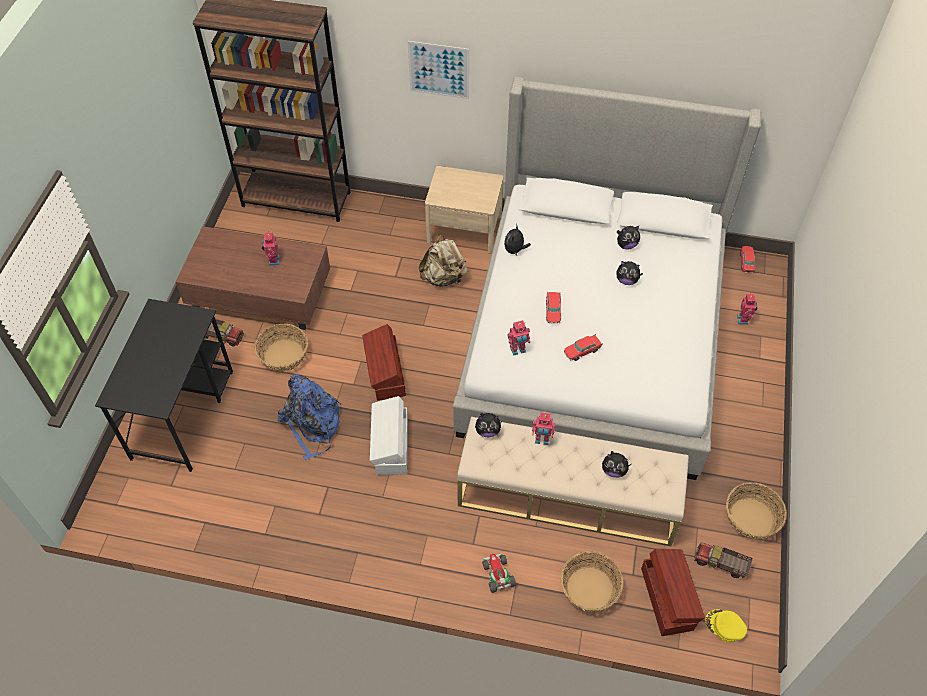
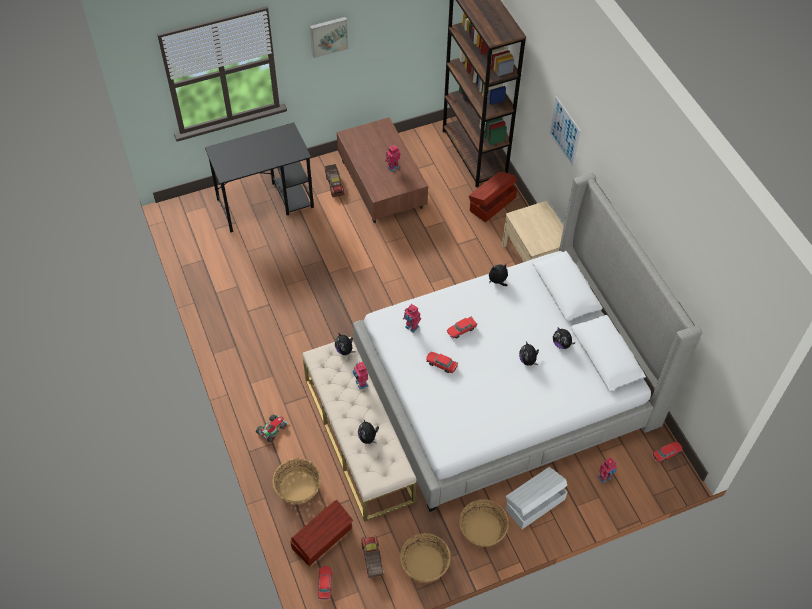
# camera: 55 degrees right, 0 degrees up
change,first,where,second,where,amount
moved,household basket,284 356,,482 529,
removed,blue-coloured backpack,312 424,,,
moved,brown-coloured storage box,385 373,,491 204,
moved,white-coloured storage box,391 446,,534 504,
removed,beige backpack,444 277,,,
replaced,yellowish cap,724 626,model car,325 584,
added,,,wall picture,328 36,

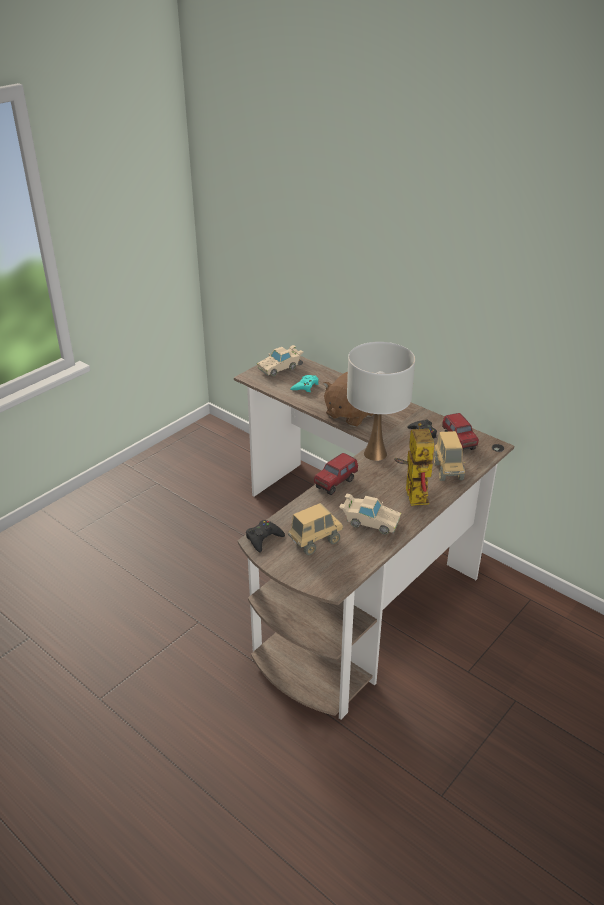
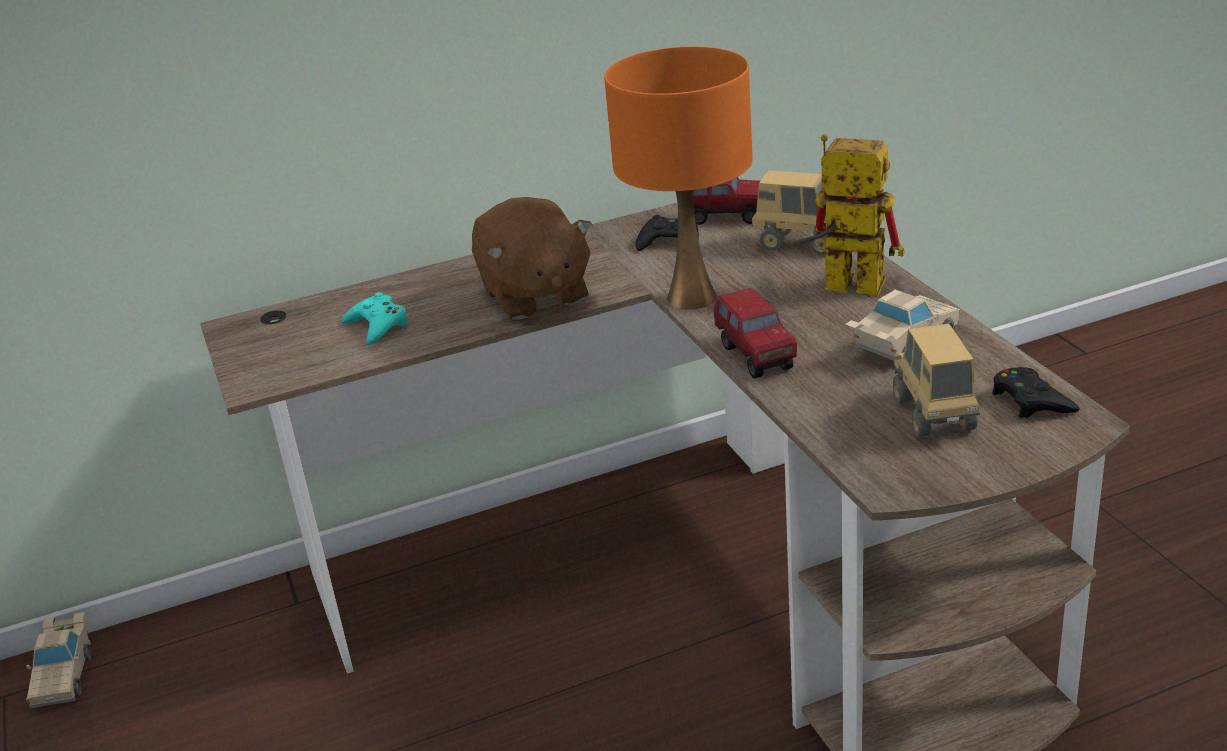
# camera: 60 degrees left, 5 degrees down
change,first,where,second,where,amount
moved,black joypad,263 538,,1031 400,
moved,beige model car,280 368,,64 674,
recoloured,white-coloured tabletop lamp,375 454,orange tabletop lamp,692 298,

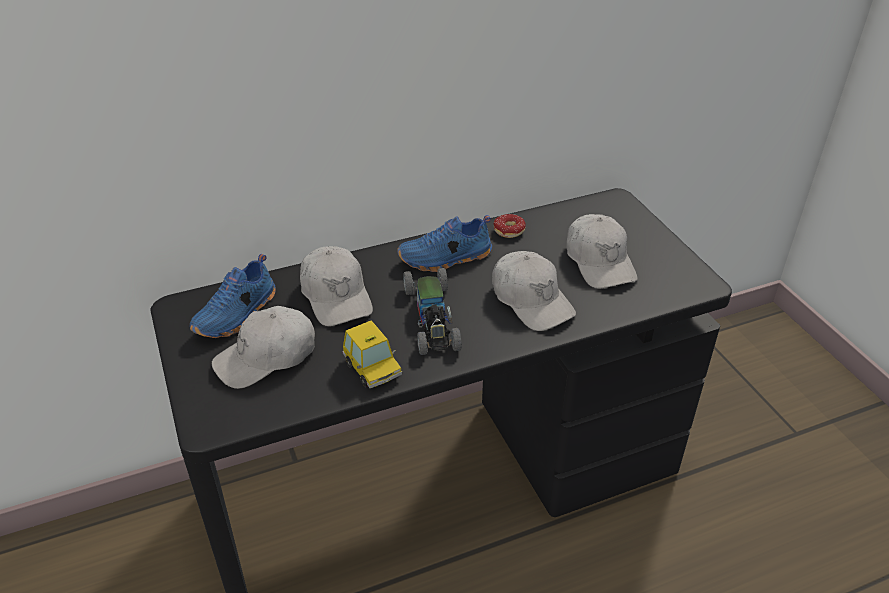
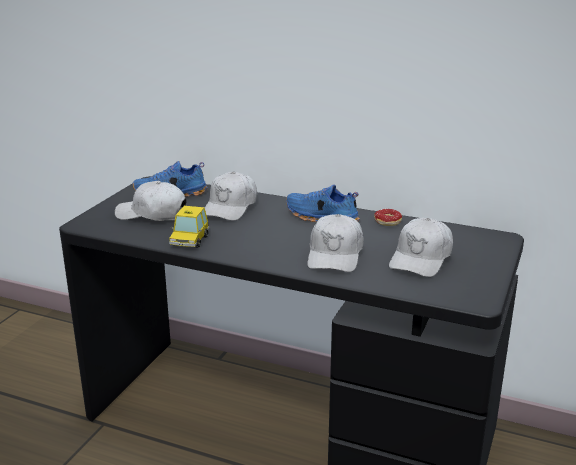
# camera: 45 degrees right, 15 degrees down
change,first,where,second,where,amount
removed,model car,432 318,,,

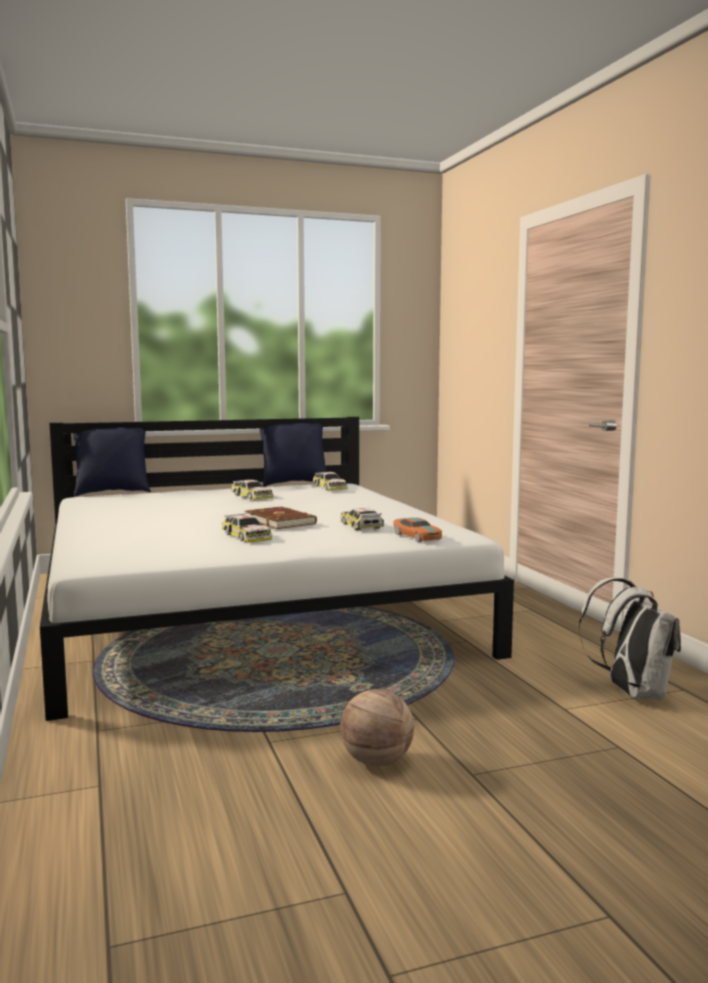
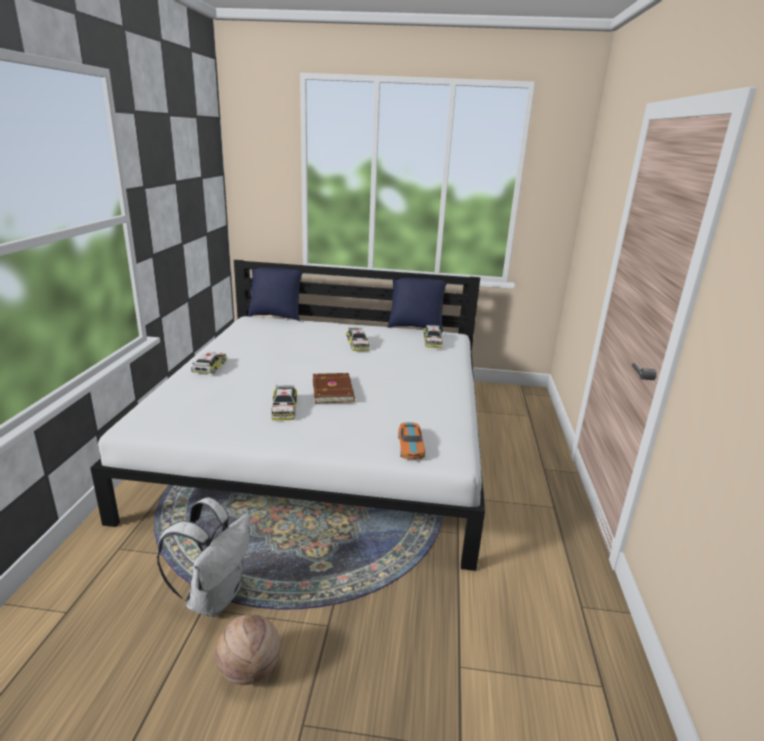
# camera: 25 degrees right, 15 degrees up
change,first,where,second,where,amount
moved,model car,360 526,,210 367,
moved,white-coloured backpack,631 692,,214 596,

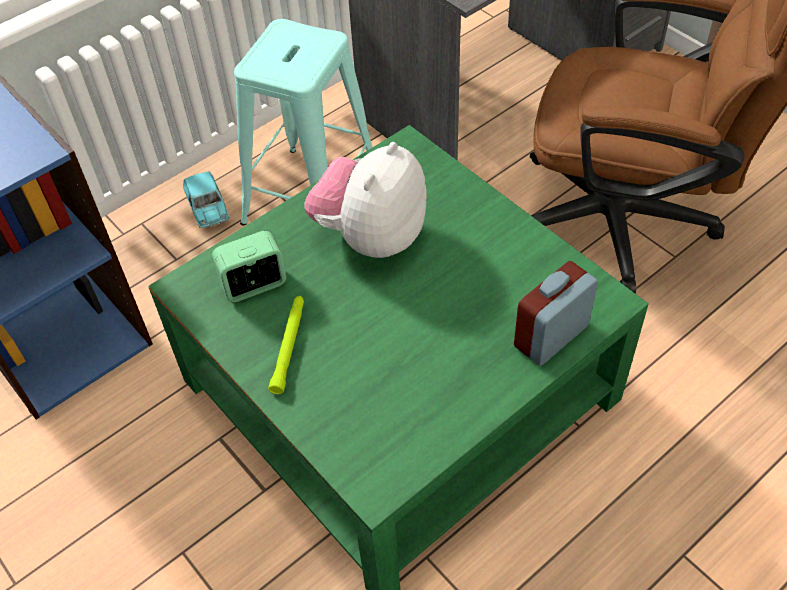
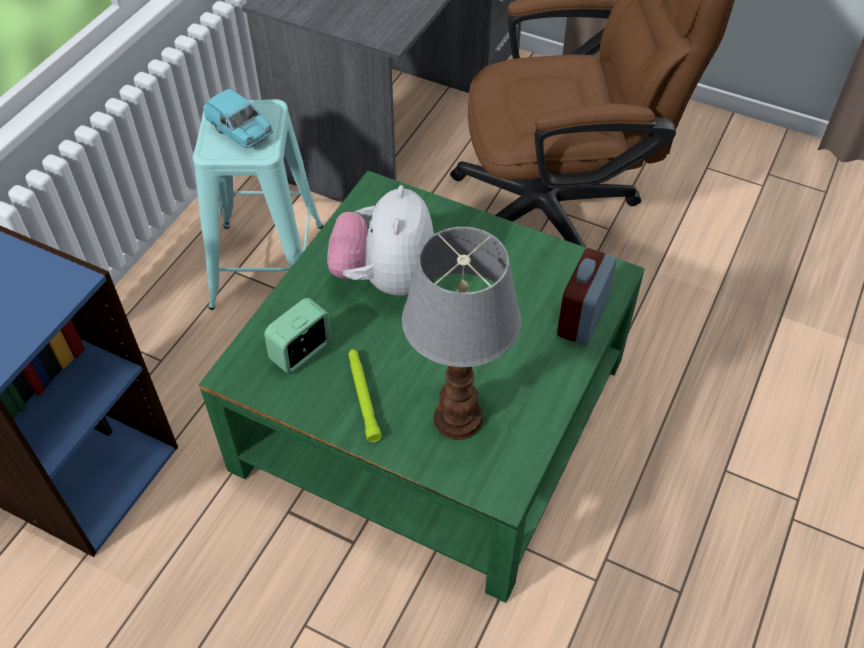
# camera: 25 degrees left, 0 degrees up
change,first,where,second,where,amount
moved,turquoise-coloured model car,208 210,,241 132,
added,,,tabletop lamp,458 420,

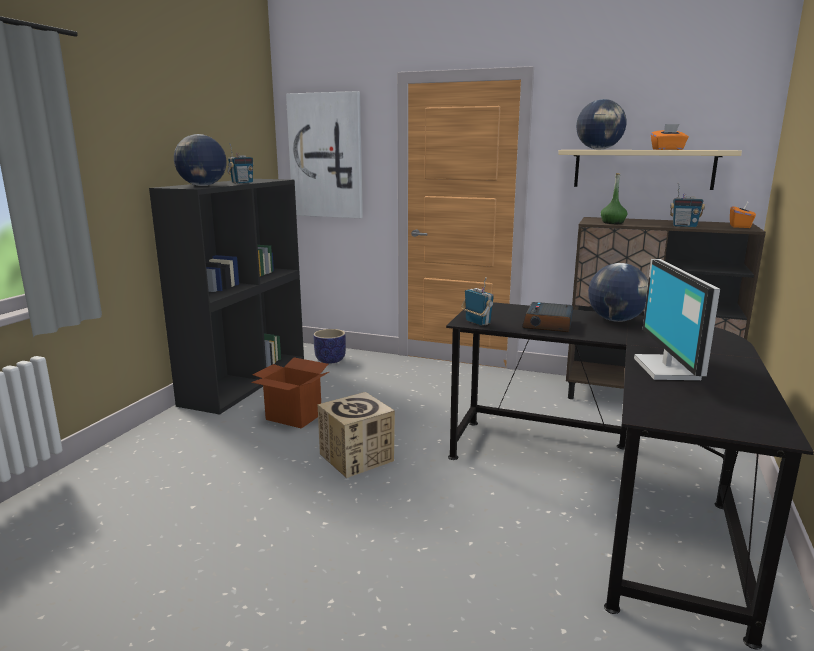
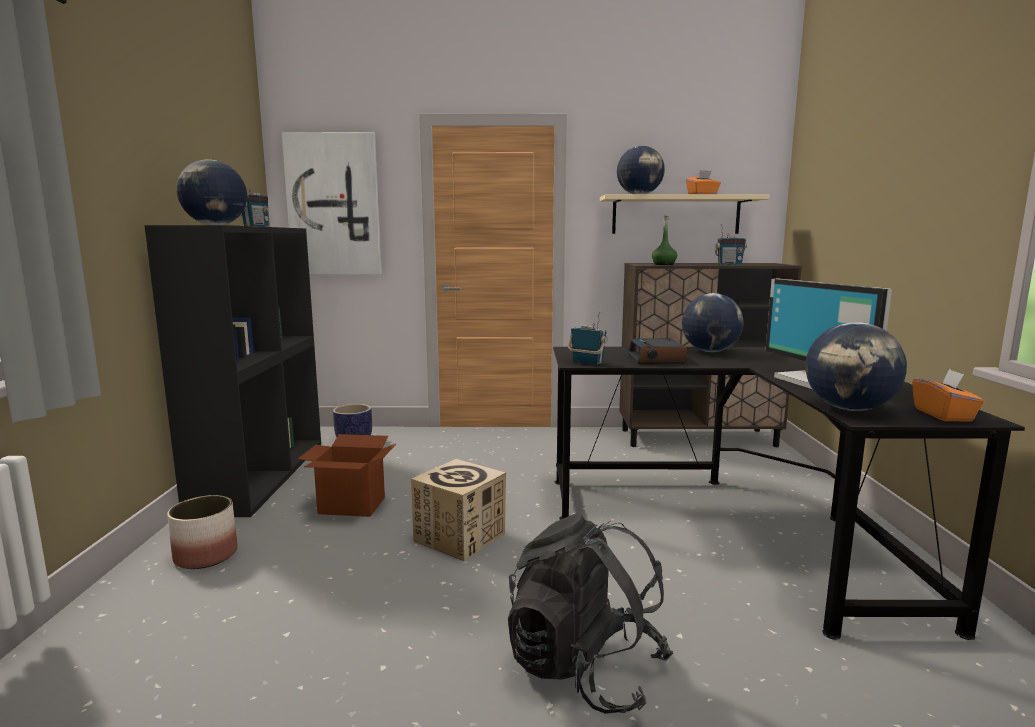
# camera: 20 degrees left, 5 degrees down
change,first,where,second,where,amount
moved,orange tissue holder,740 226,,943 415,
added,,,flower pot,207 555,
added,,,black backpack,584 668,
added,,,desk globe,849 409,

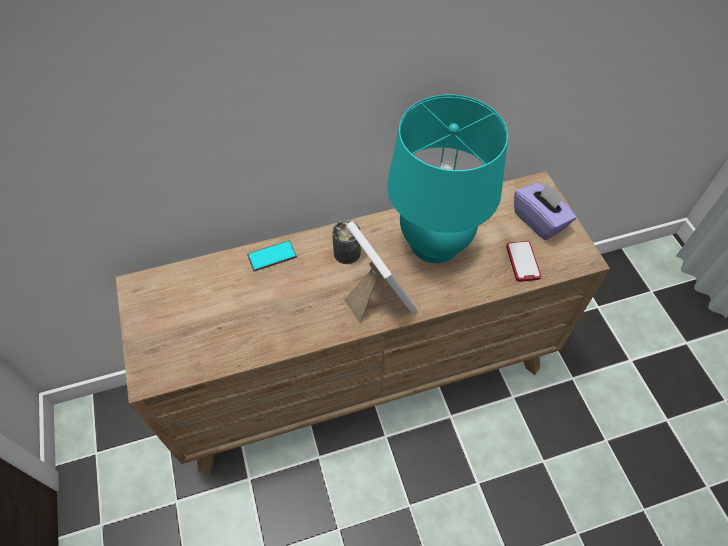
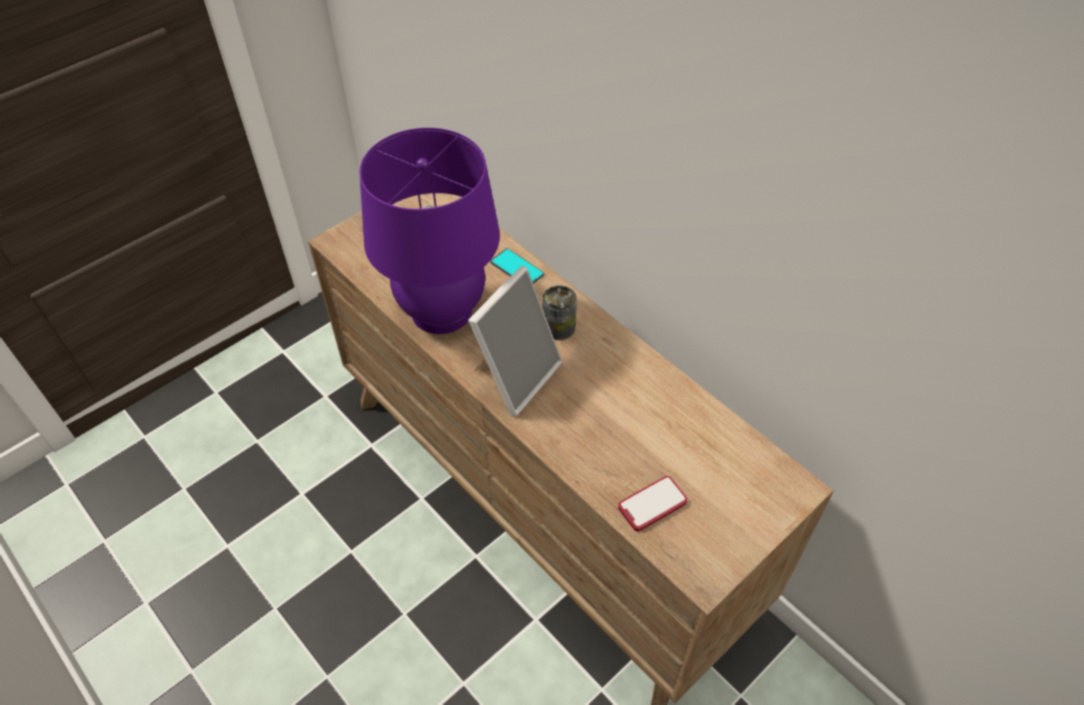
# camera: 65 degrees right, 5 degrees down
change,first,where,second,where,amount
removed,turquoise-coloured tabletop lamp,434 243,,,
removed,purple tissue holder,539 220,,,
added,,,purple tabletop lamp,441 310,

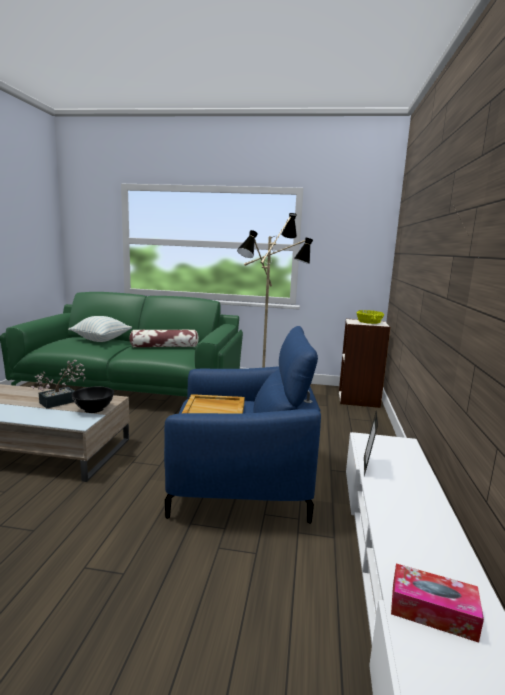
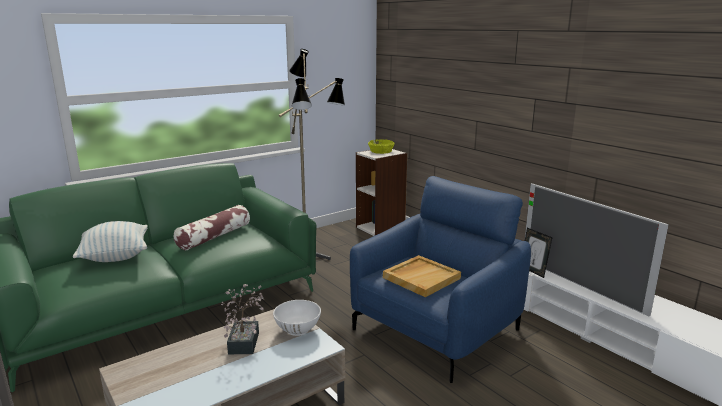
# camera: 45 degrees left, 5 degrees up
change,first,where,second,where,amount
recoloured,black bowl,94 409,white-coloured bowl,298 329,
removed,tissue holder,432 611,,,
added,,,TV set,579 284,

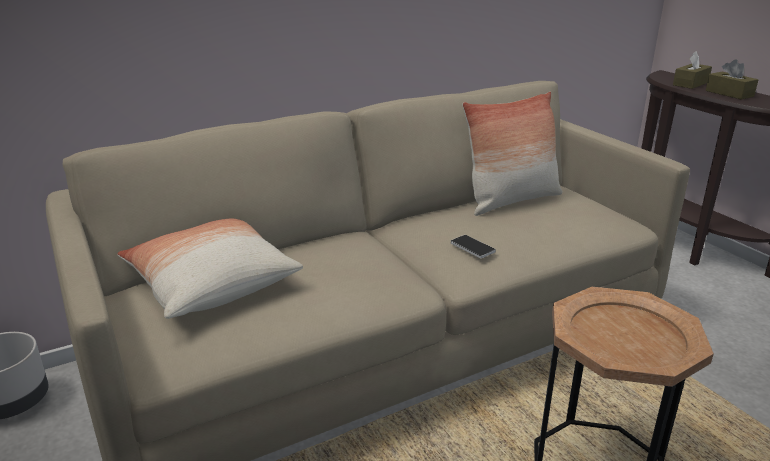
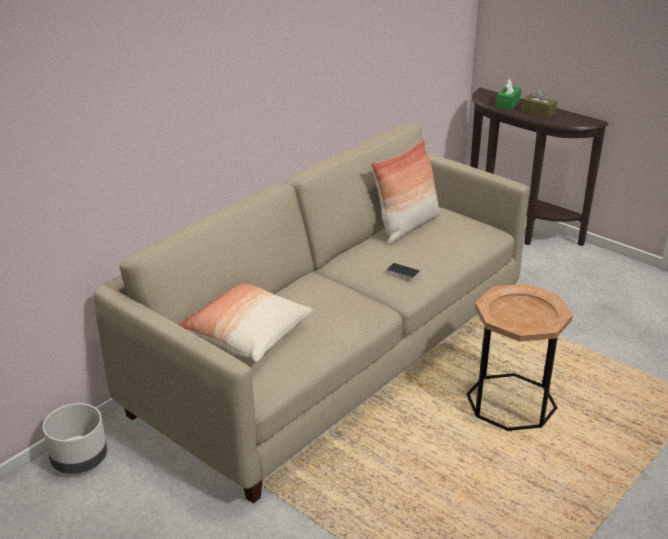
# camera: 20 degrees left, 5 degrees up
change,first,where,second,where,amount
recoloured,brown-coloured tissue holder,690 84,green tissue holder,508 103,

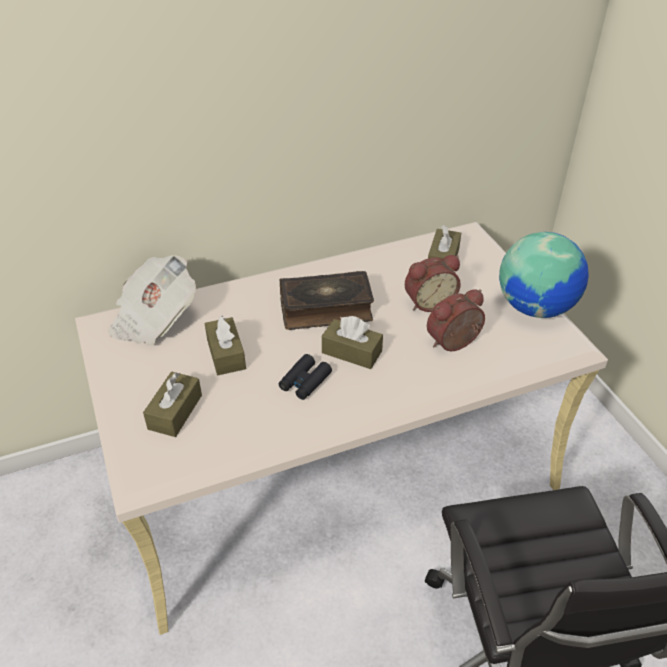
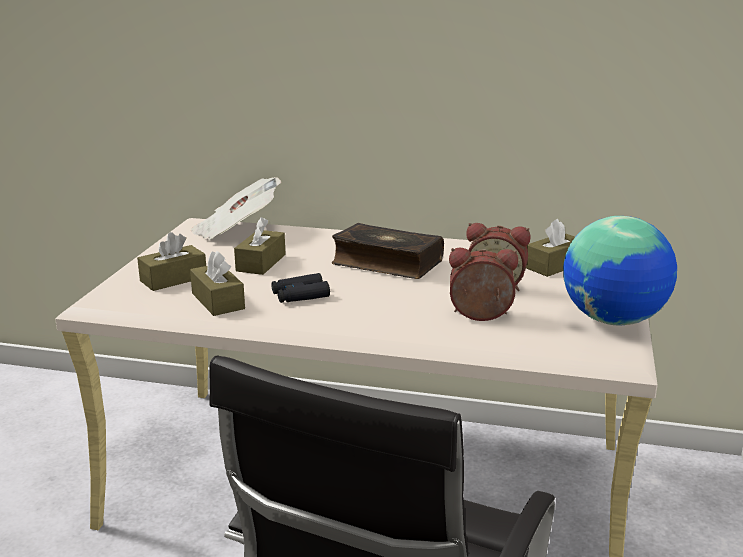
# camera: 35 degrees right, 20 degrees down
change,first,where,second,where,amount
moved,brown-coloured tissue holder,352 352,,218 301,

